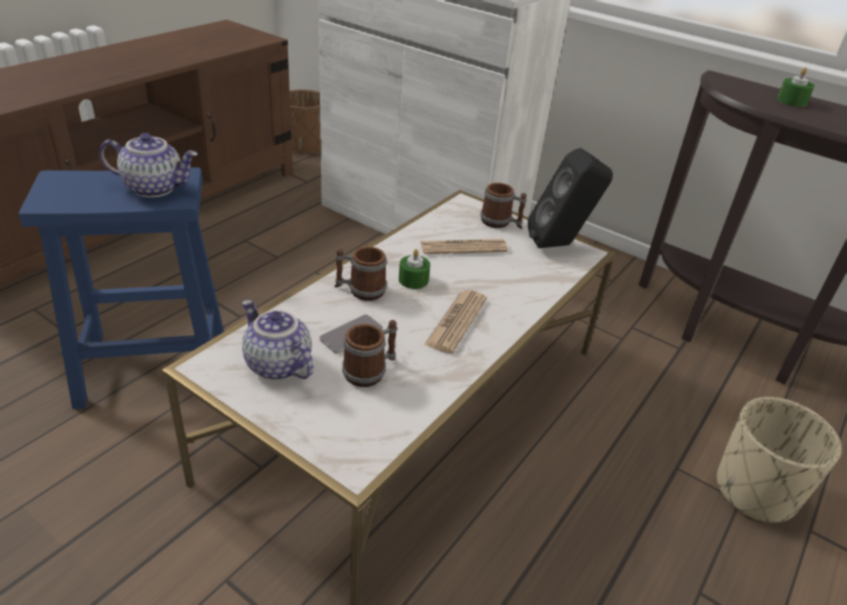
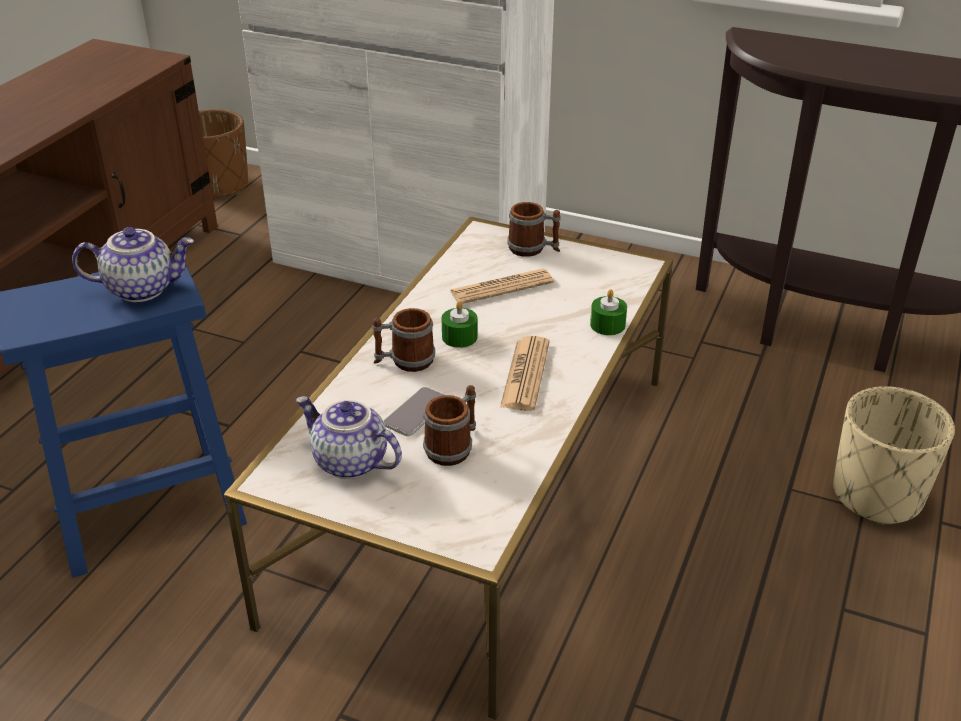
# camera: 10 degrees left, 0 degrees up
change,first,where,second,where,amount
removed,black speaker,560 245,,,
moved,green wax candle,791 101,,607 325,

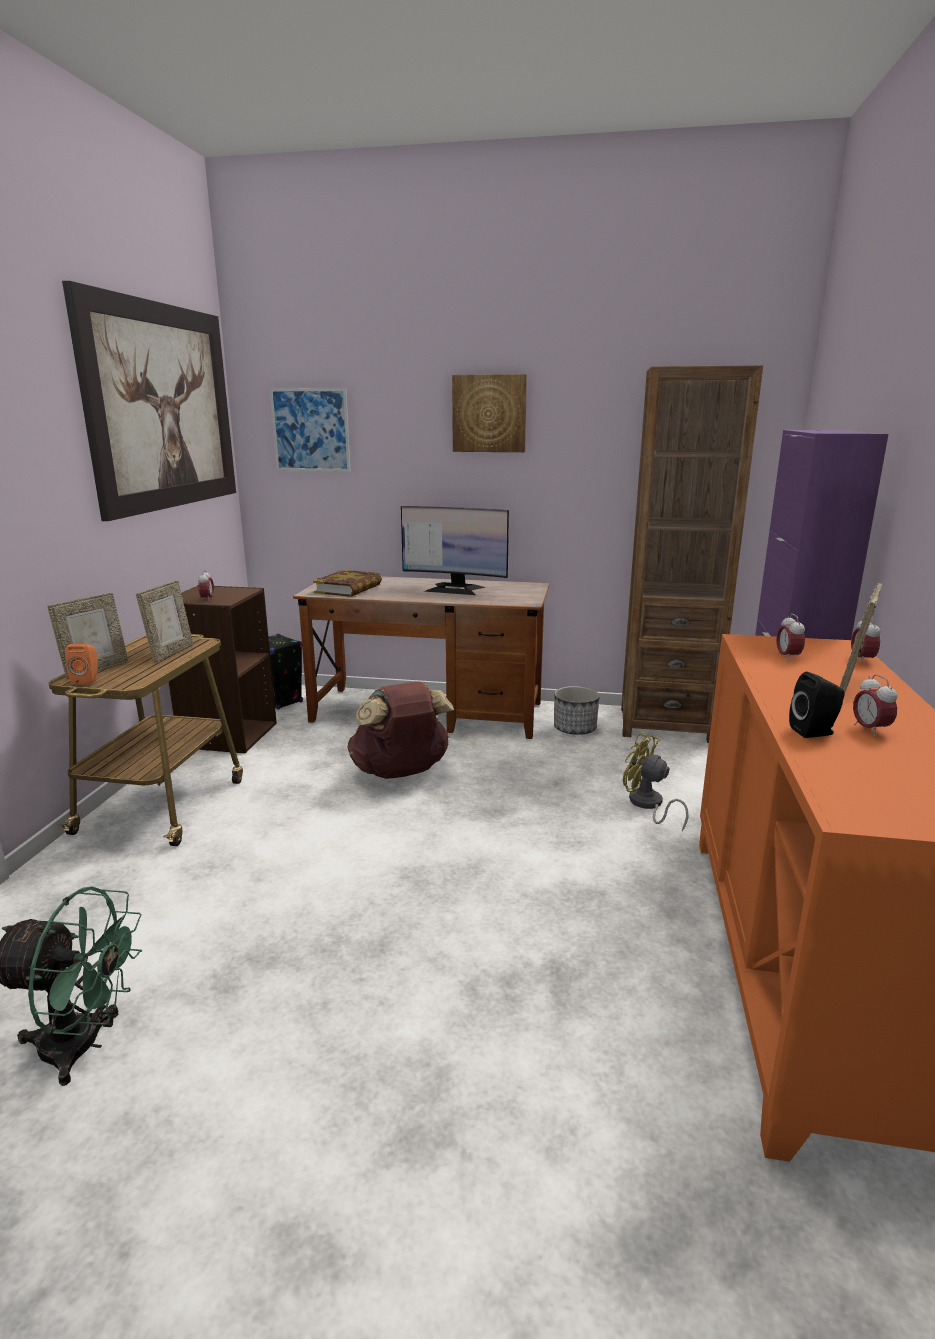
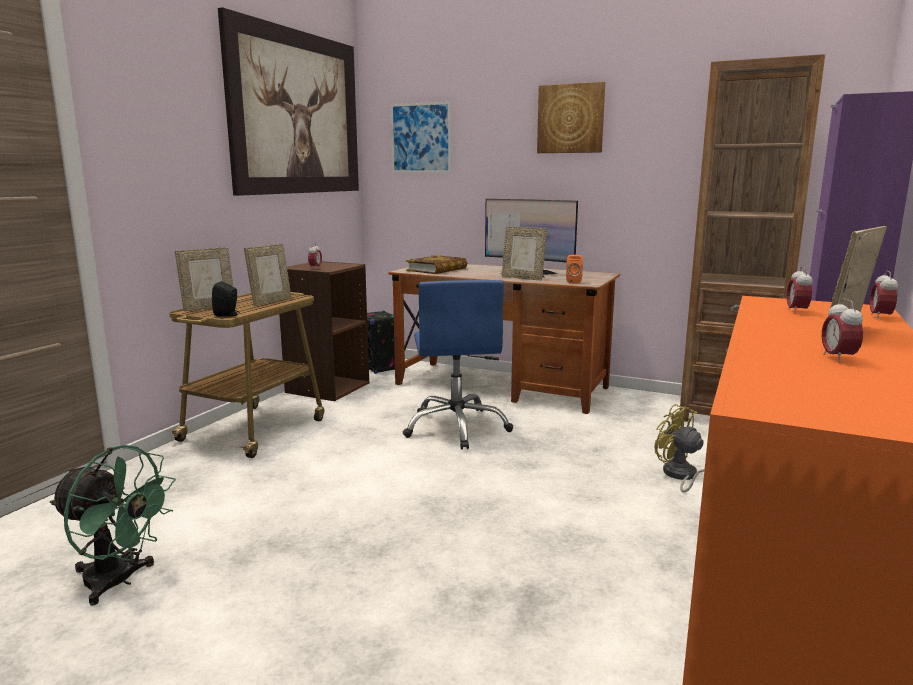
# camera: 15 degrees right, 5 degrees down
change,first,where,second,where,amount
moved,orange speaker,87 680,,574 282,
replaced,brown-coloured backpack,401 773,blue-coloured desk chair,457 427,
removed,flower pot,575 729,,,
moved,black speaker,815 732,,227 315,
added,,,photo frame,523 278,

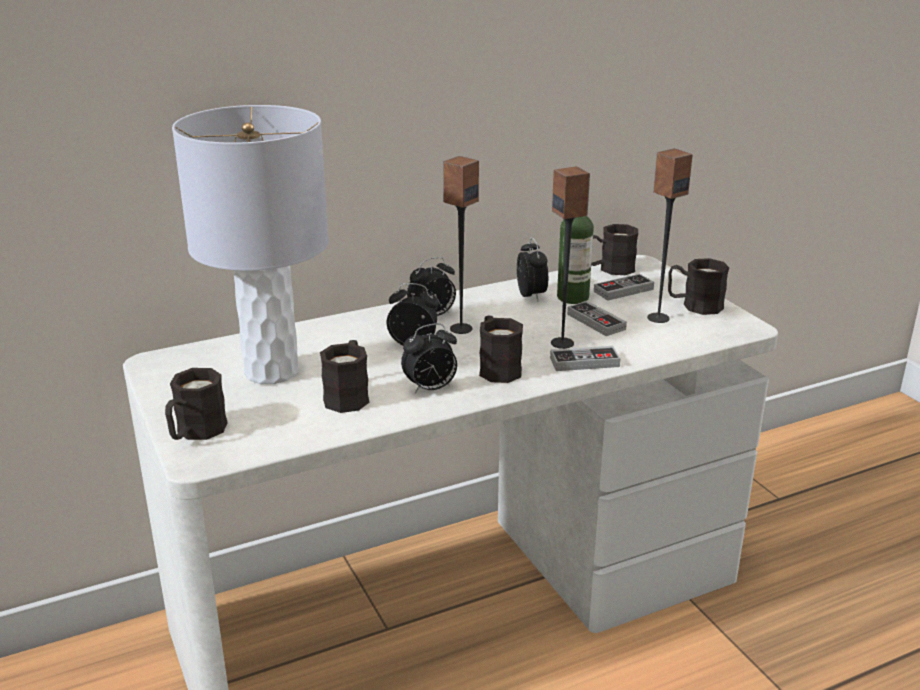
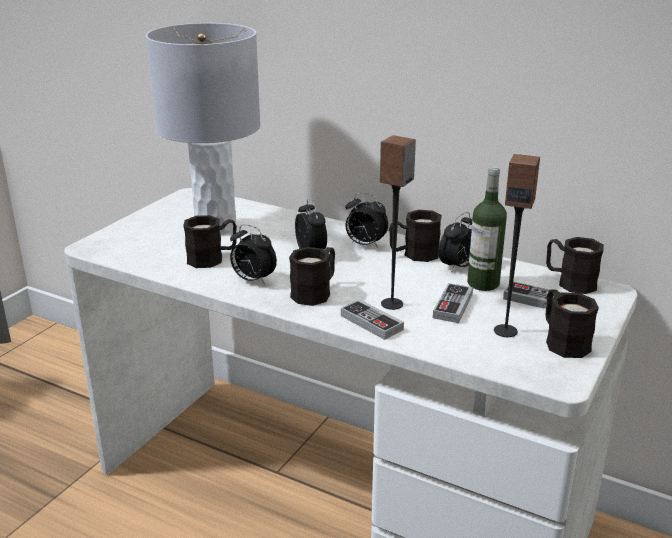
# camera: 55 degrees right, 0 degrees up
change,first,where,second,where,amount
moved,black tea mug,195 432,,414 254,
removed,speaker,460 328,,,

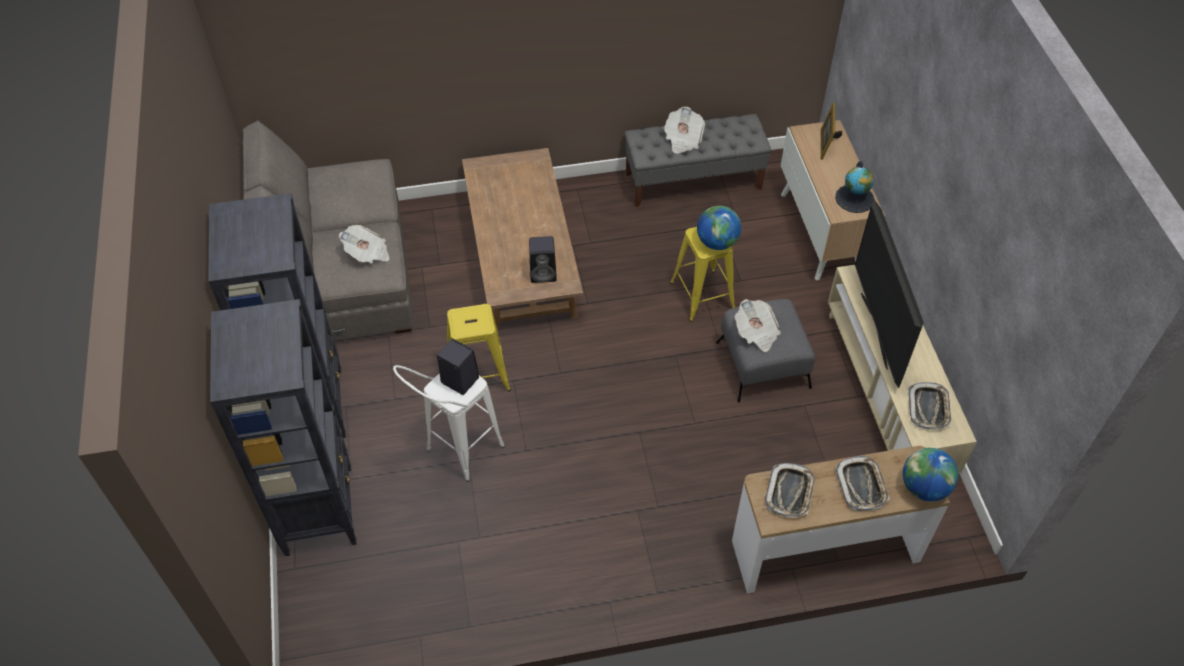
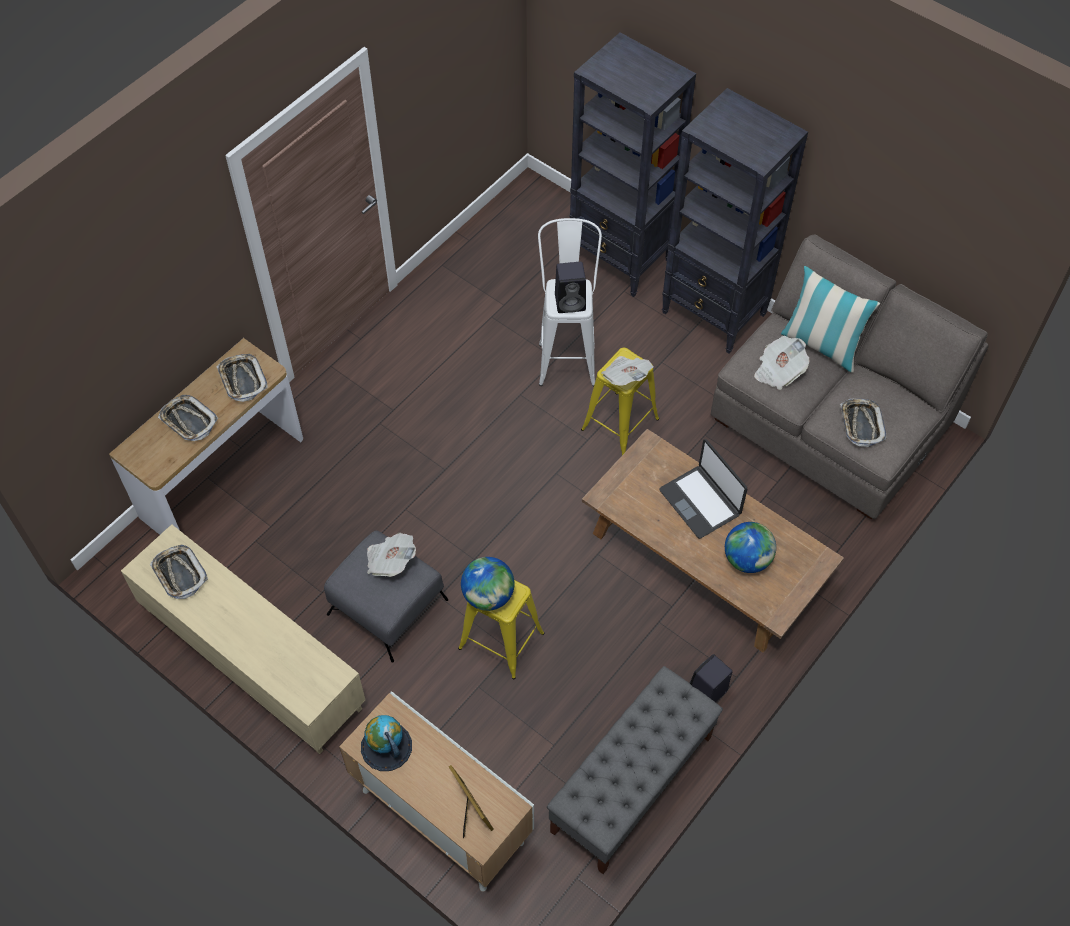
# camera: 140 degrees right, 5 degrees up
change,first,where,second,where,amount
moved,black speaker,544 273,,707 692,
moved,daily paper,683 139,,626 377,
removed,TV set,875 330,,,
moved,desk globe,923 487,,747 559,
added,,,notebook computer,700 502,
added,,,throw pillow,821 345,
added,,,carrying tray,861 424,

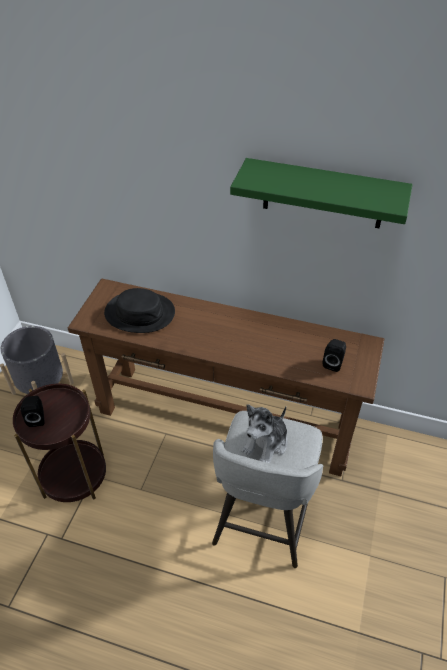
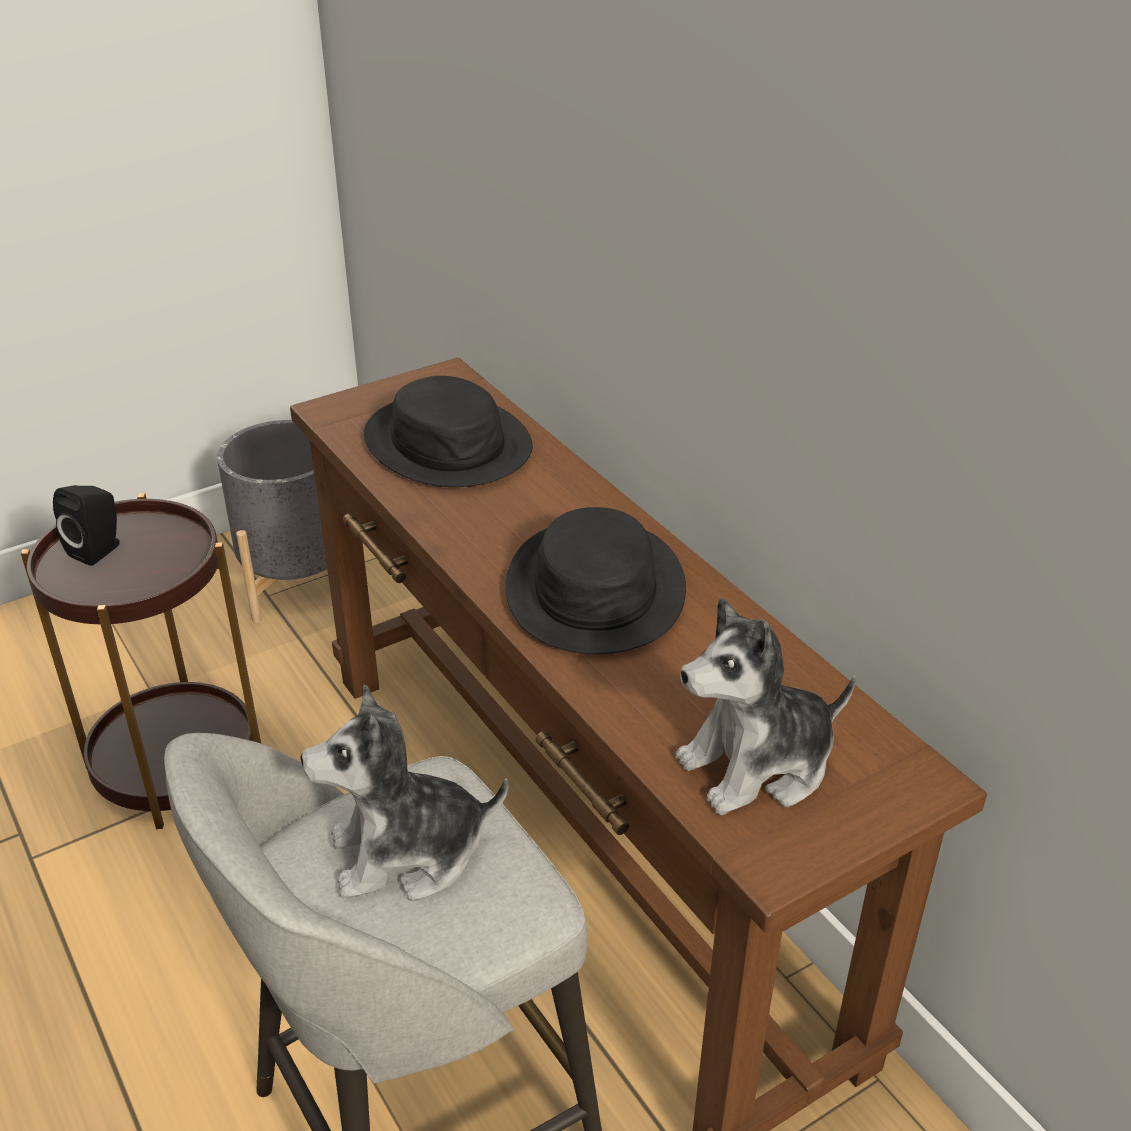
# camera: 40 degrees right, 10 degrees down
change,first,where,second,where,amount
removed,green wall shelf,323 194,,,
replaced,black speaker,333 363,cuddly toy,758 766,
added,,,black hat,594 589,

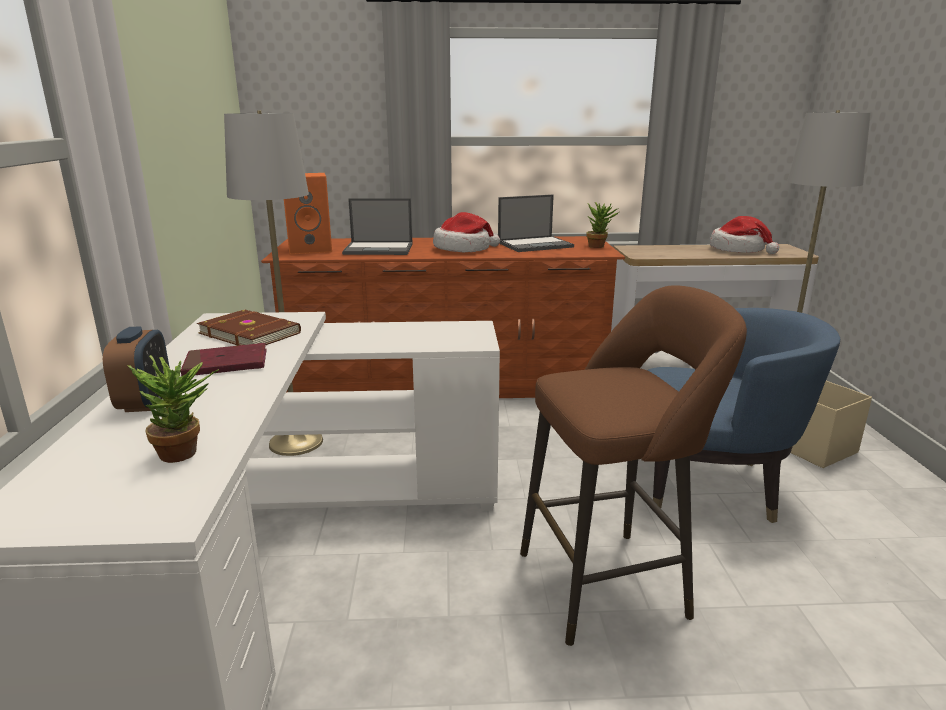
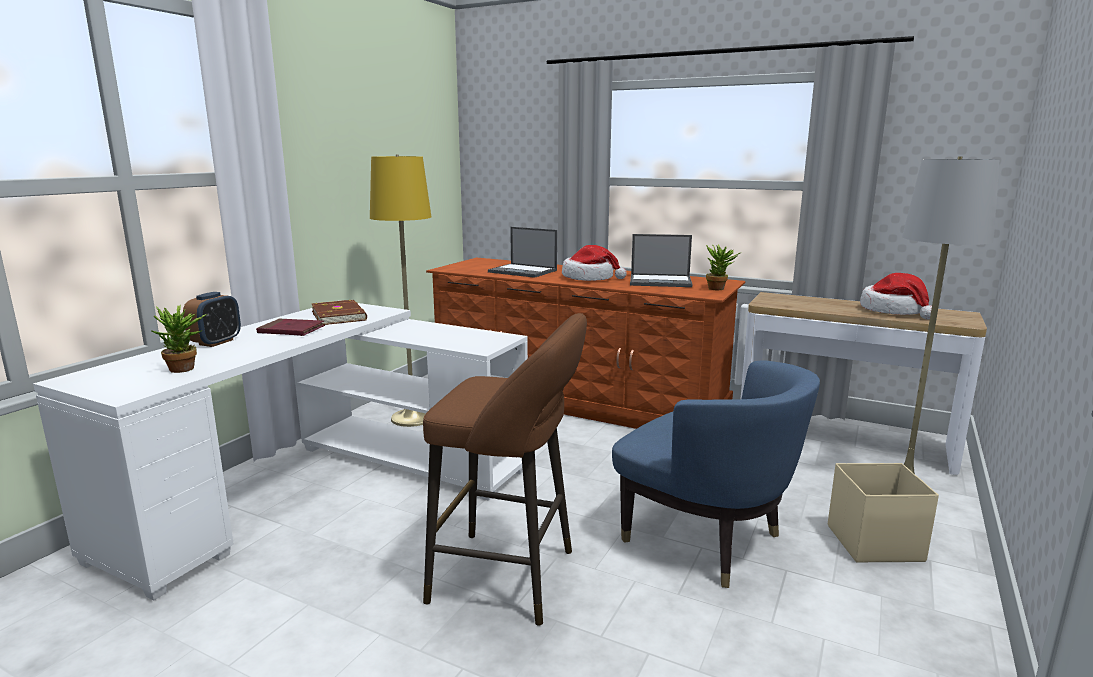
# camera: 30 degrees right, 5 degrees down
change,first,where,second,where,amount
recoloured,greyish standard lamp,296 442,yellowish standard lamp,413 417,
removed,orange speaker,311 249,,,

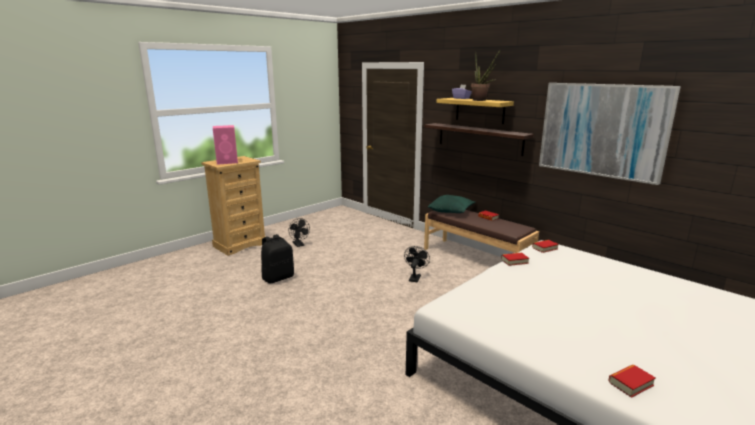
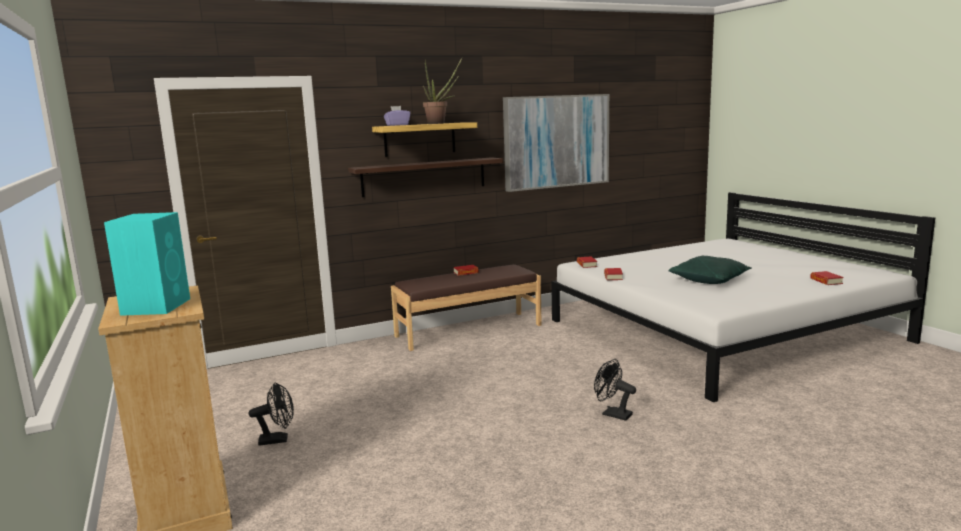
# camera: 70 degrees left, 5 degrees down
change,first,where,second,where,amount
recoloured,pinkish speaker,228 162,turquoise-coloured speaker,157 306,
removed,black backpack,278 278,,,
moved,black cooling fan,415 277,,612 414,
moved,green throw pillow,451 211,,709 280,

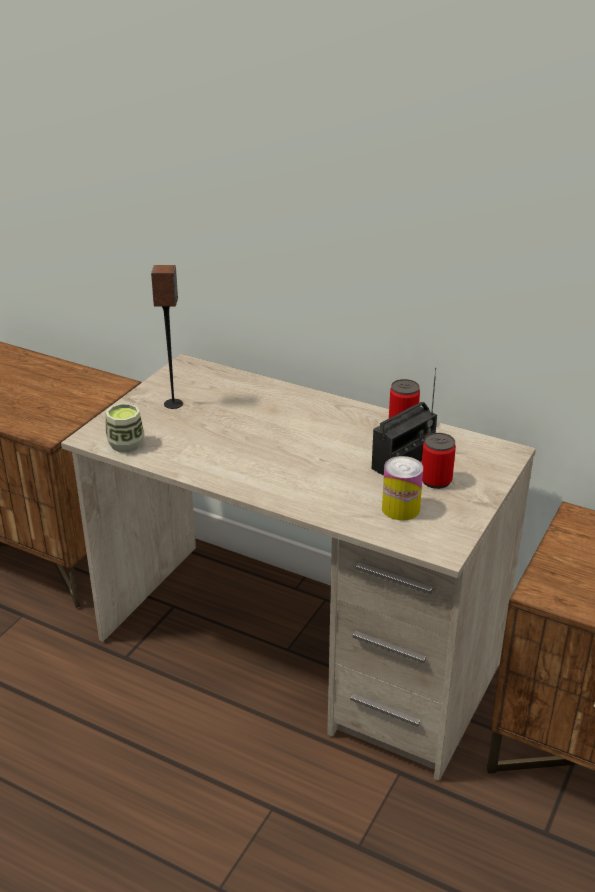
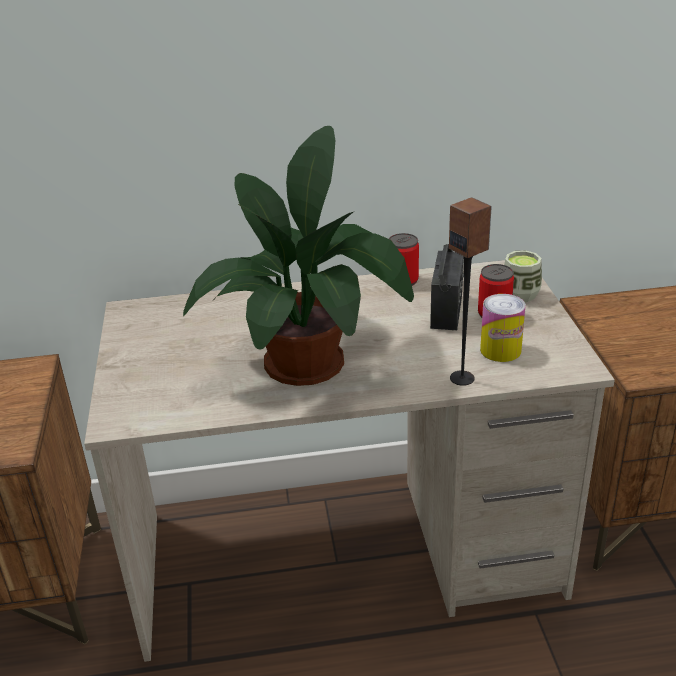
# camera: 35 degrees left, 0 degrees up
change,first,where,second,where,amount
moved,drinking cup,126 444,,520 294,
moved,speaker,173 404,,462 378,
added,,,plant in a pot,311 360,

